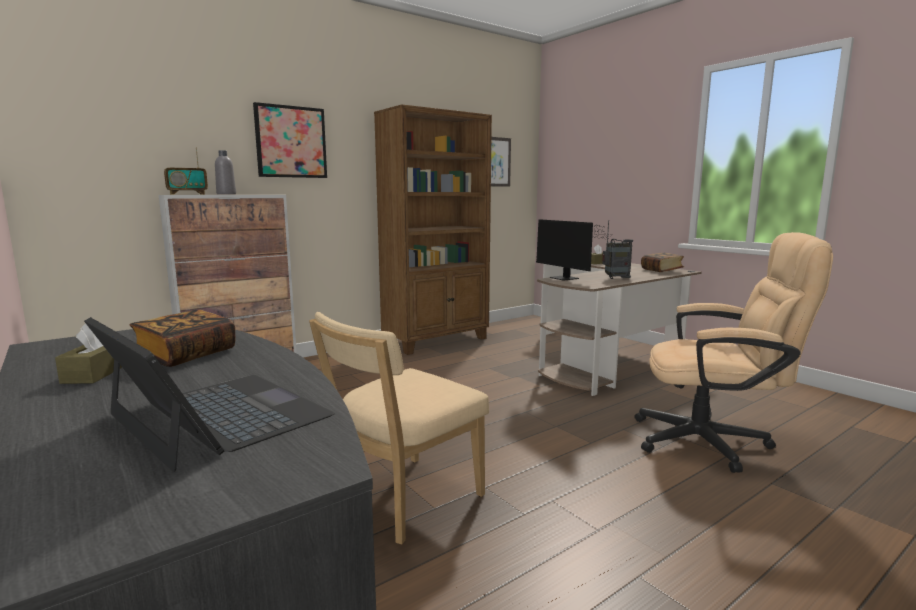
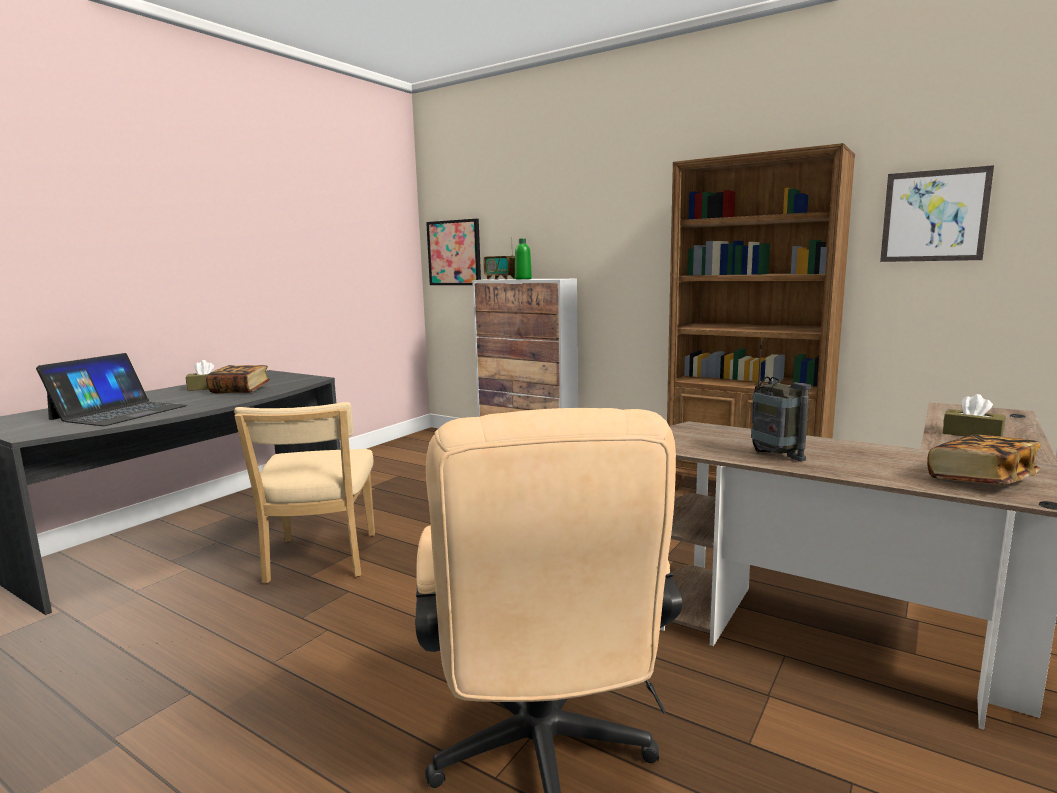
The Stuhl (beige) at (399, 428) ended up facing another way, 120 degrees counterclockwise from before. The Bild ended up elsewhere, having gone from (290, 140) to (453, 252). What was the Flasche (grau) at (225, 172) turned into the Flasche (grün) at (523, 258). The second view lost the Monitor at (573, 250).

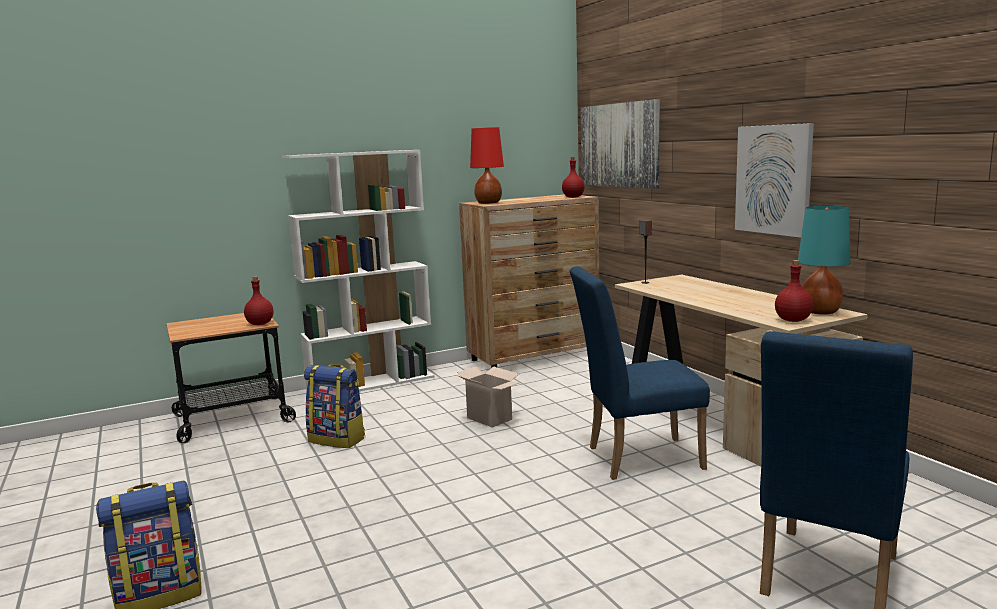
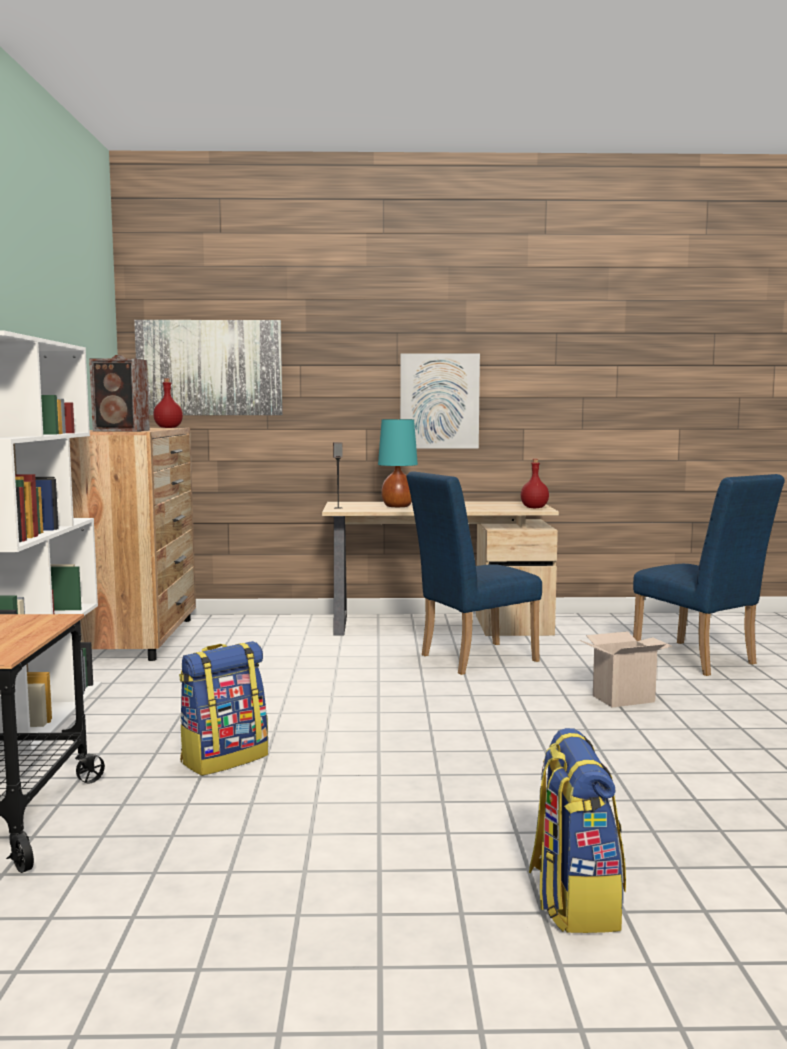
Where the Tischlampe (rot) stood at (487, 165), the Lautsprecher came to stand at (119, 393). The Tischlampe (türkis) ended up elsewhere, having gone from (824, 260) to (398, 463). The Stuhl (blau) at (639, 373) ended up facing another way, 45 degrees clockwise from before. The Karton ended up elsewhere, having gone from (488, 397) to (626, 669). The second view lost the Flasche (rot) at (258, 300).

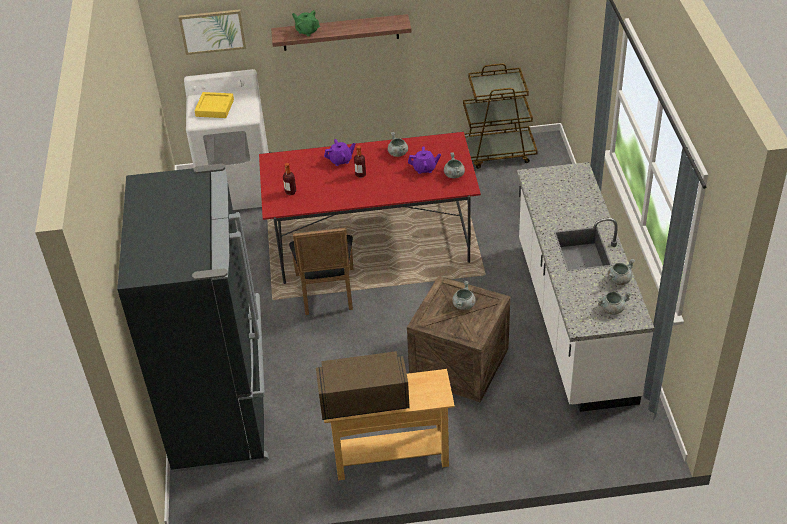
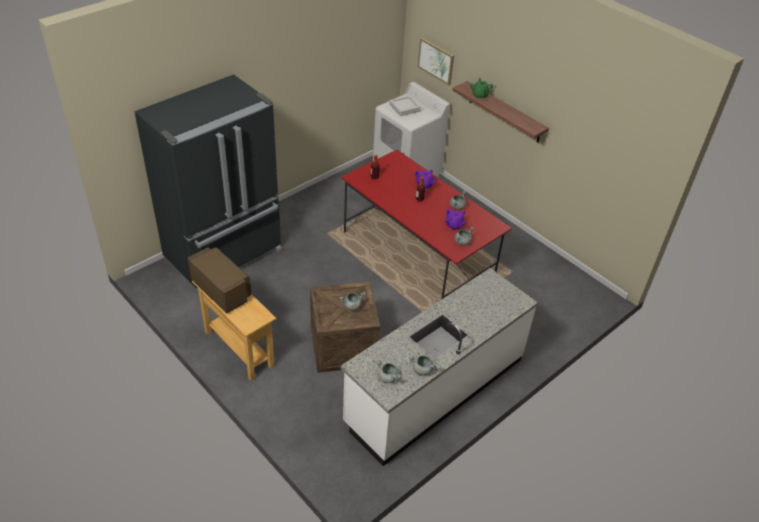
What was the Tablett (gelb) at (214, 105) turned into the Tablett (grau) at (405, 105). The second view lost the Stuhl (schwarz) at (321, 271). The second view lost the Rollwagen (braun) at (500, 116).

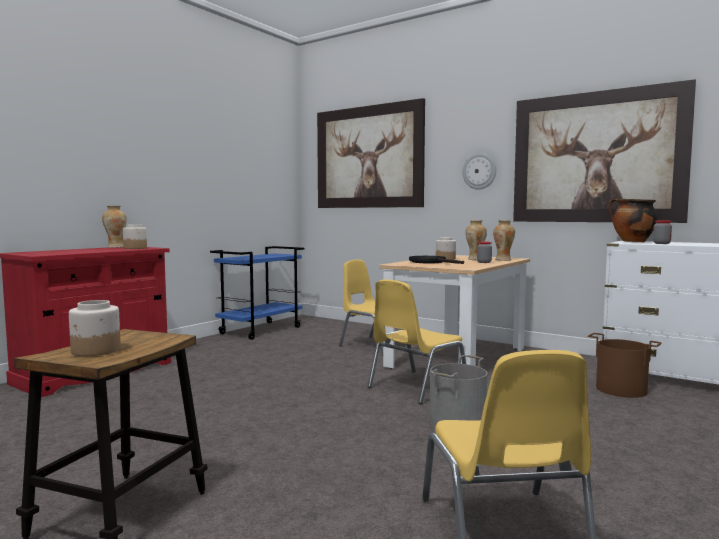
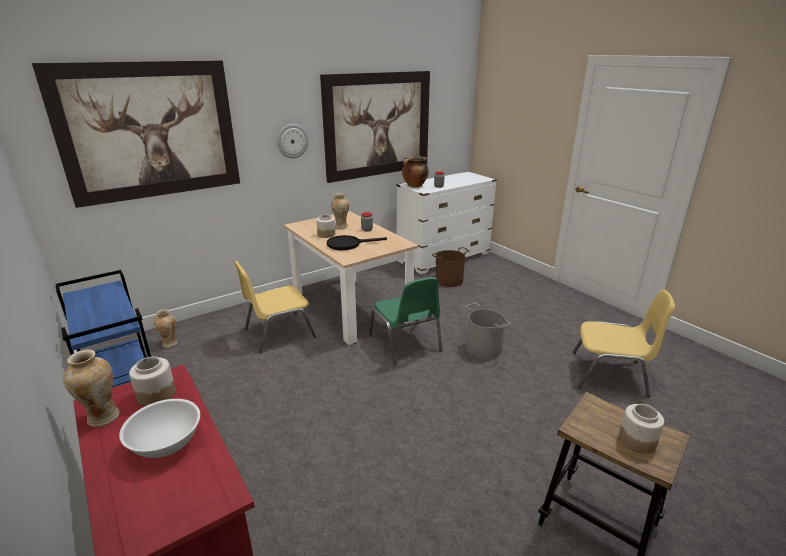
The second view gained the Schüssel (weiß) at (159, 428). The Vase ended up elsewhere, having gone from (504, 240) to (166, 328). What was the Stuhl (gelb) at (417, 342) turned into the Stuhl (grün) at (406, 321).

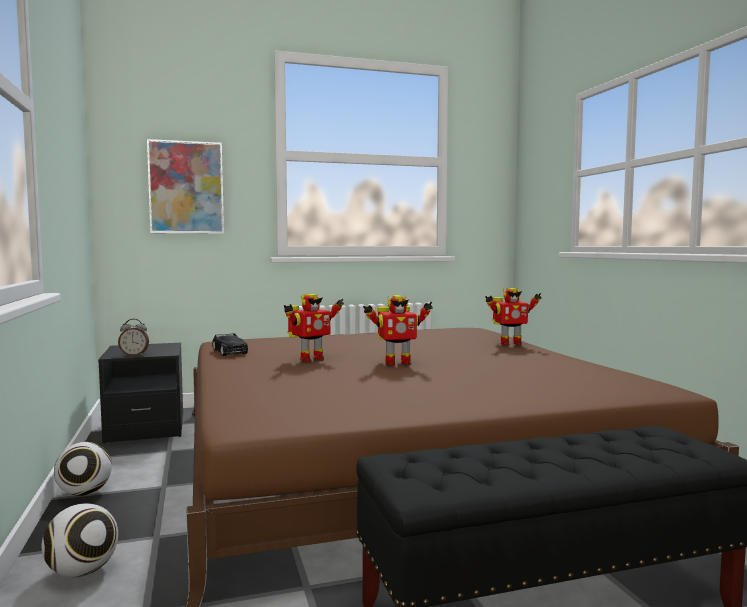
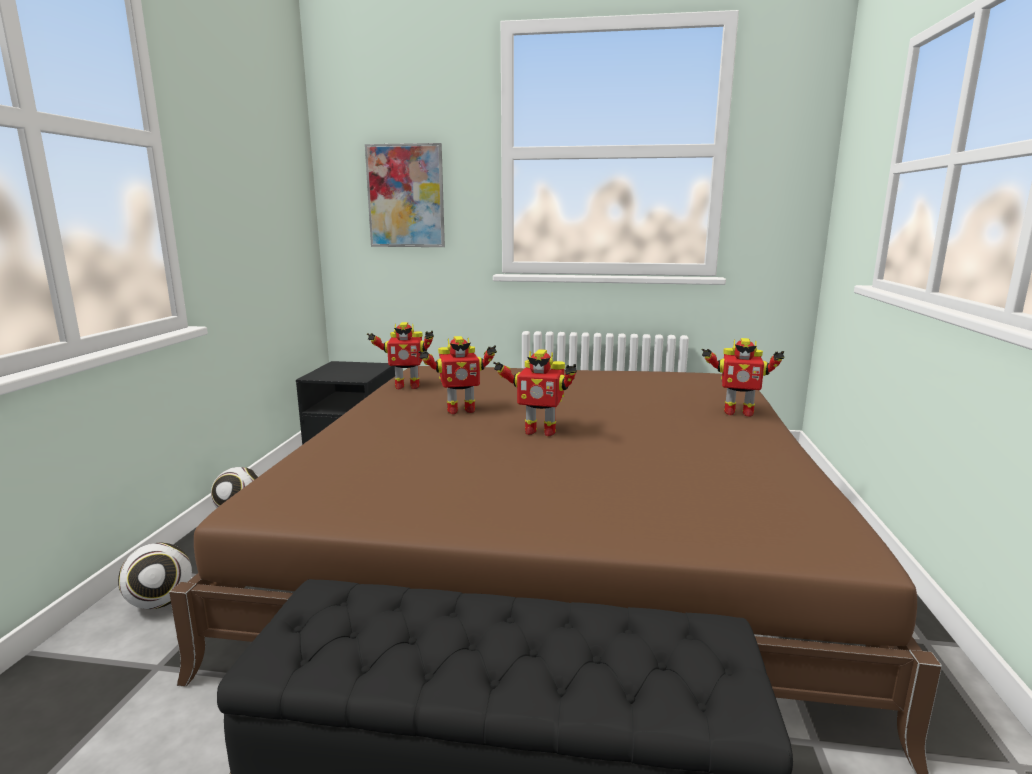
Where the Spielzeugauto (schwarz) stood at (230, 344), the Spielzeugroboter came to stand at (400, 355). The second view lost the Wecker at (133, 337).

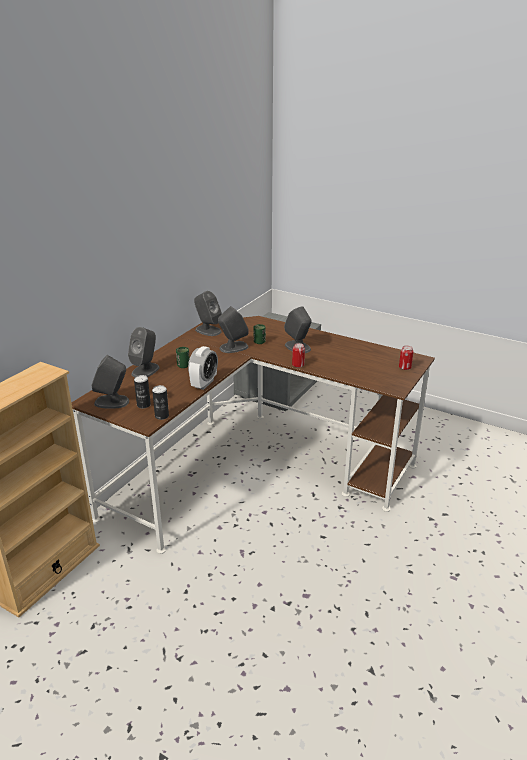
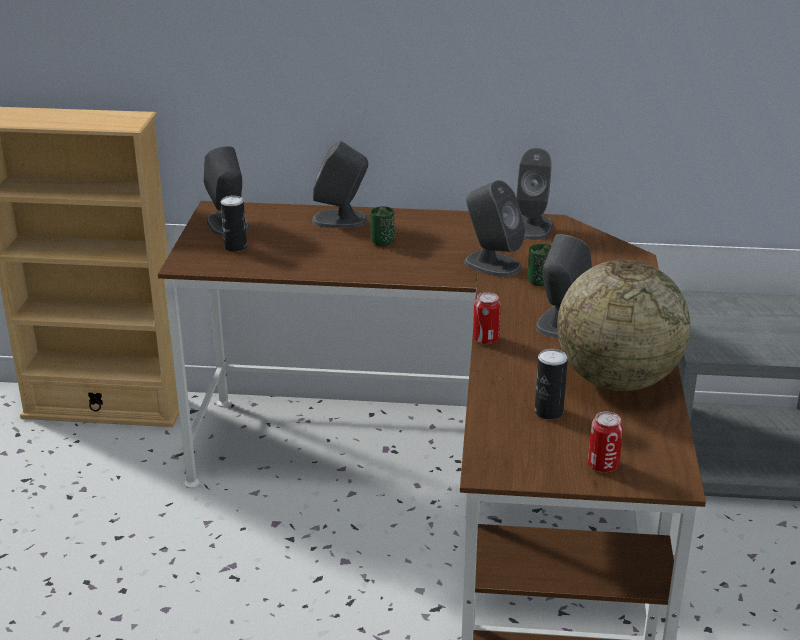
The Dose ended up elsewhere, having gone from (160, 402) to (551, 384). The second view gained the Globus at (623, 325). The second view lost the Wecker at (203, 368).

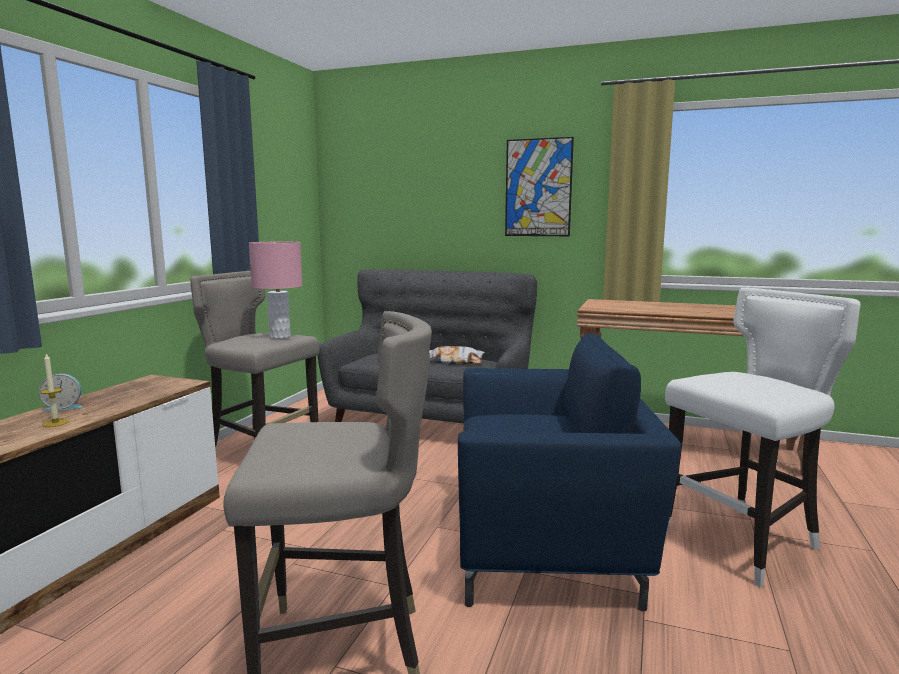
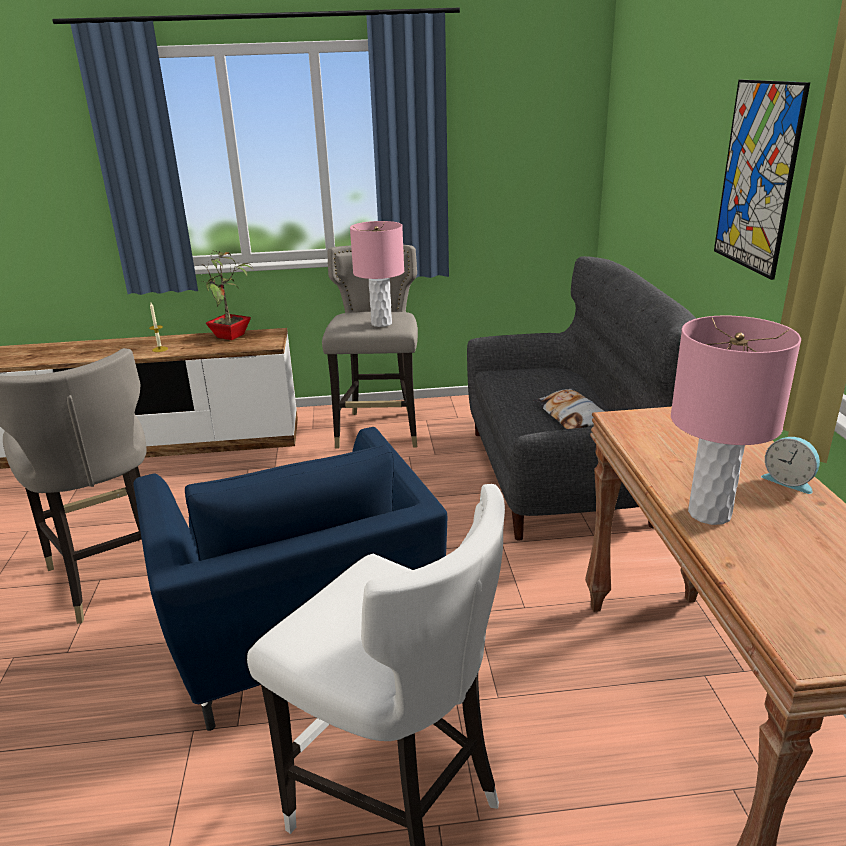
The second view gained the Topfpflanze at (228, 295). The second view gained the Tischlampe (rosa) at (736, 420). The Wecker ended up elsewhere, having gone from (61, 393) to (790, 465).

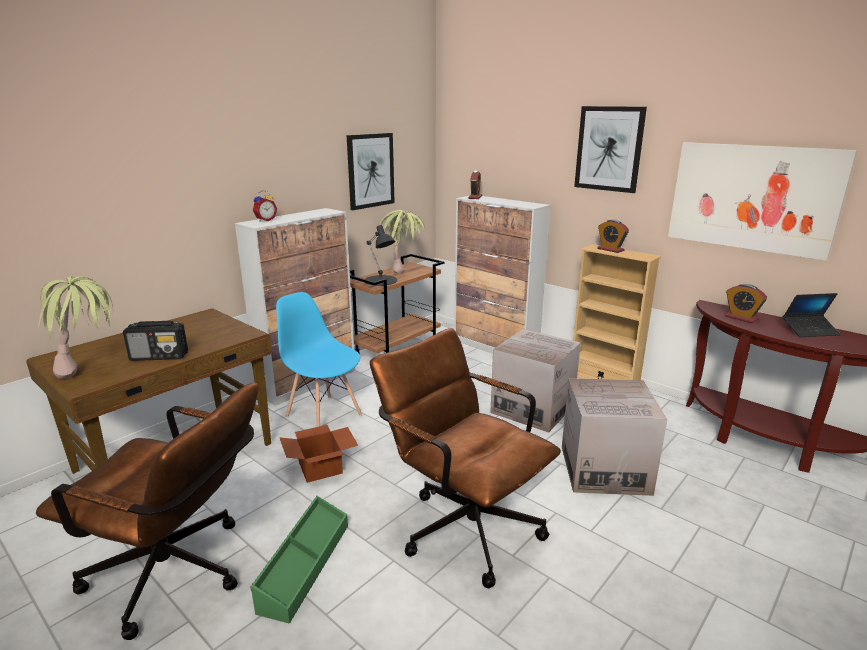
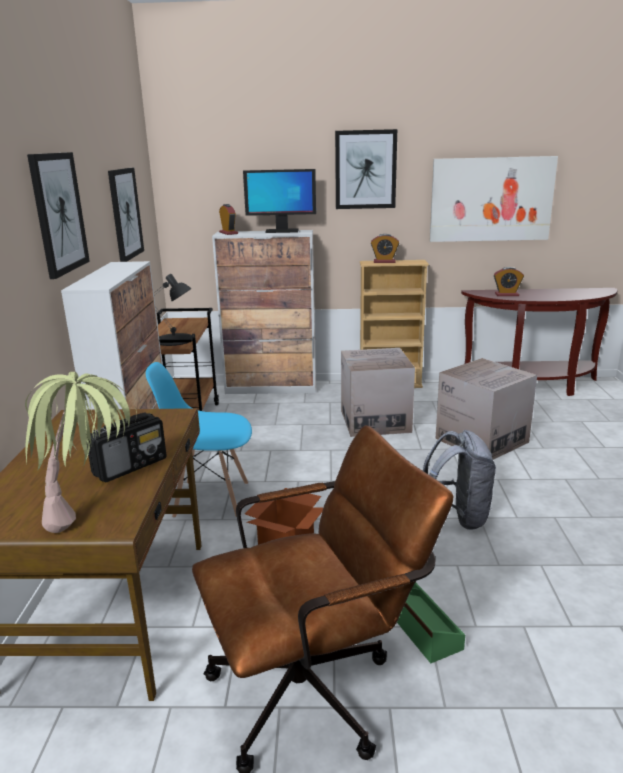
The second view gained the Bild at (58, 215). The second view gained the Monitor at (279, 201). Where the Bürostuhl (braun) stood at (465, 458), the Rucksack (grau) came to stand at (459, 480). The second view lost the Wecker at (265, 206). The second view lost the Topfpflanze at (402, 242). The second view lost the Laptop at (812, 315).

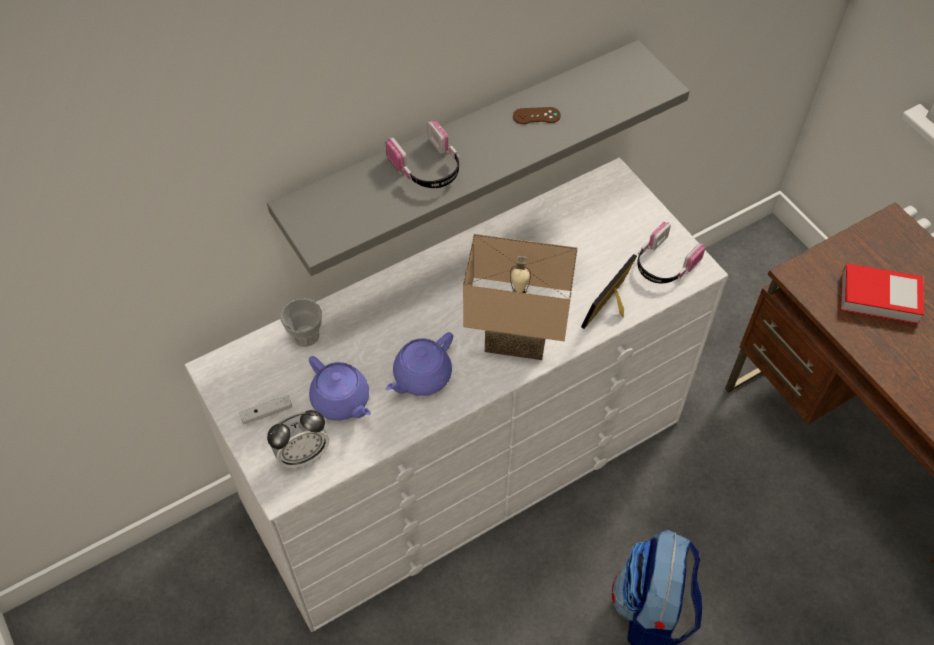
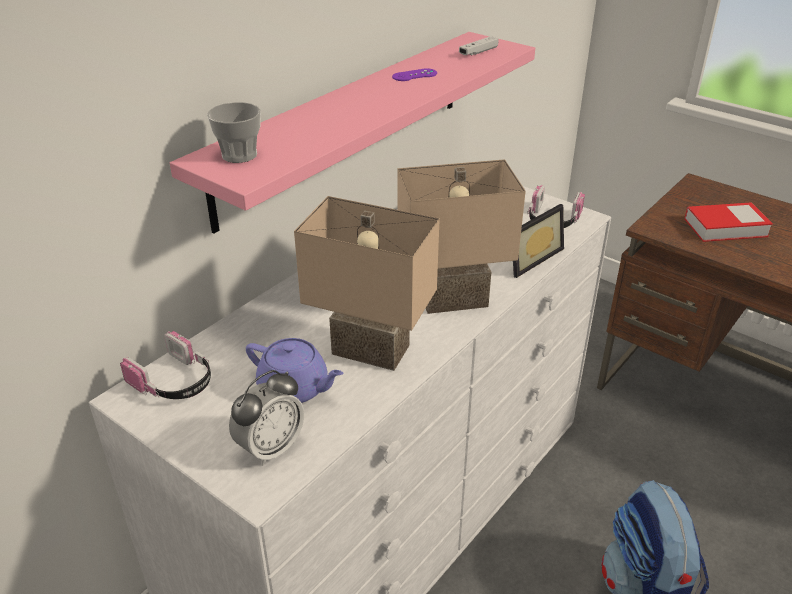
The Kopfhörer ended up elsewhere, having gone from (422, 154) to (165, 365). What was the Wandregal (grau) at (478, 158) turned into the Wandregal (rosa) at (352, 133). The Tasse ended up elsewhere, having gone from (301, 323) to (234, 132). Where the Teekanne (lila) stood at (419, 364), the Tischlampe (beige) came to stand at (367, 283). What was the Gamepad (braun) at (537, 115) turned into the Gamepad (lila) at (414, 74). The Gamepad (weiß) ended up elsewhere, having gone from (265, 409) to (479, 46). The Bilderrahmen at (609, 291) ended up facing another way, 150 degrees counterclockwise from before.

